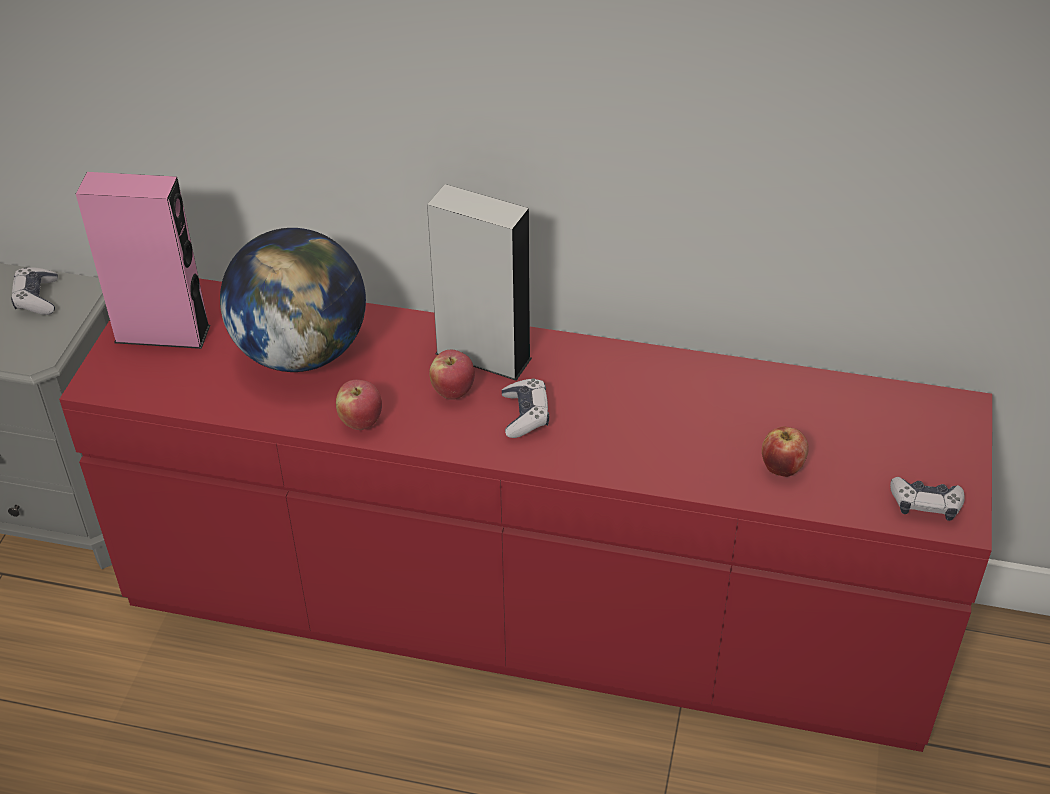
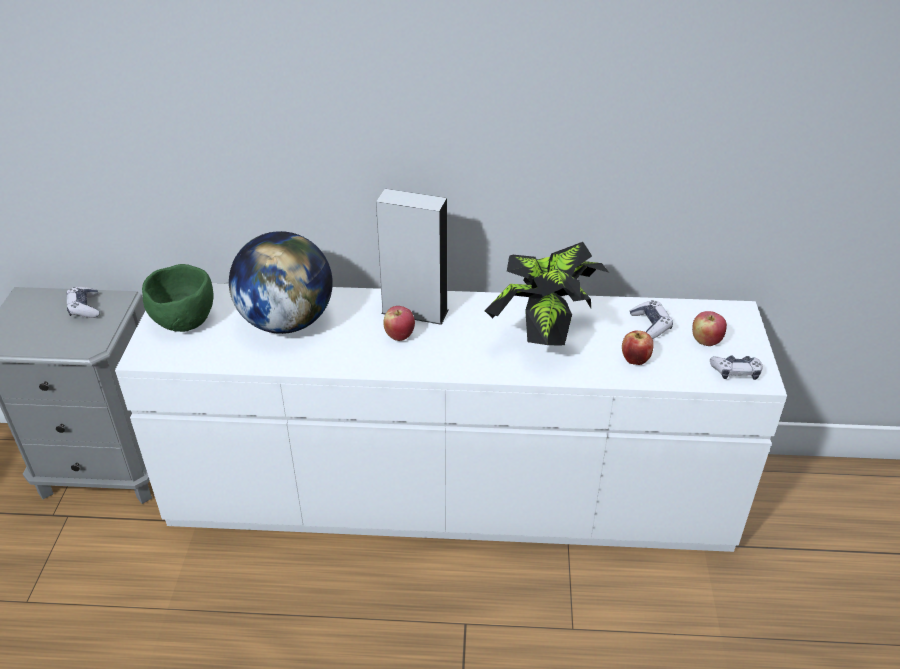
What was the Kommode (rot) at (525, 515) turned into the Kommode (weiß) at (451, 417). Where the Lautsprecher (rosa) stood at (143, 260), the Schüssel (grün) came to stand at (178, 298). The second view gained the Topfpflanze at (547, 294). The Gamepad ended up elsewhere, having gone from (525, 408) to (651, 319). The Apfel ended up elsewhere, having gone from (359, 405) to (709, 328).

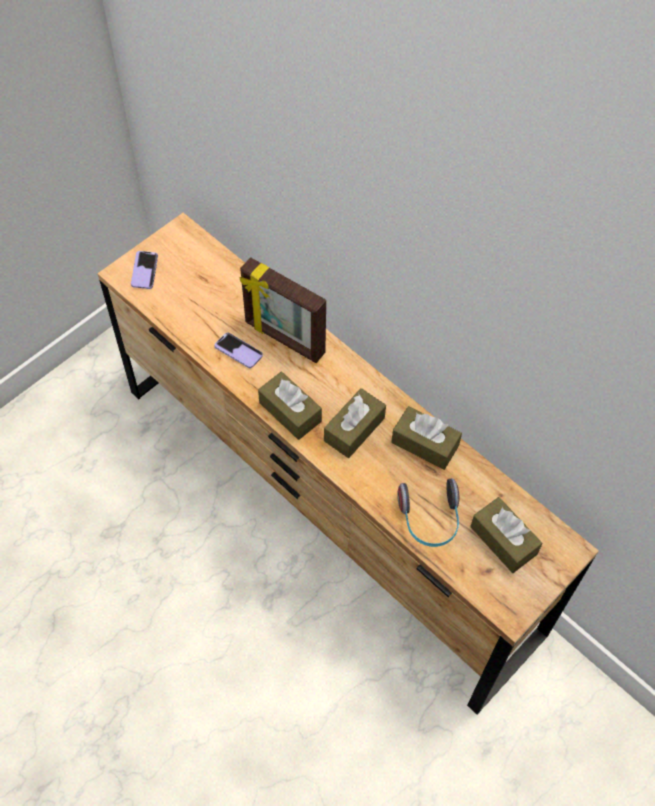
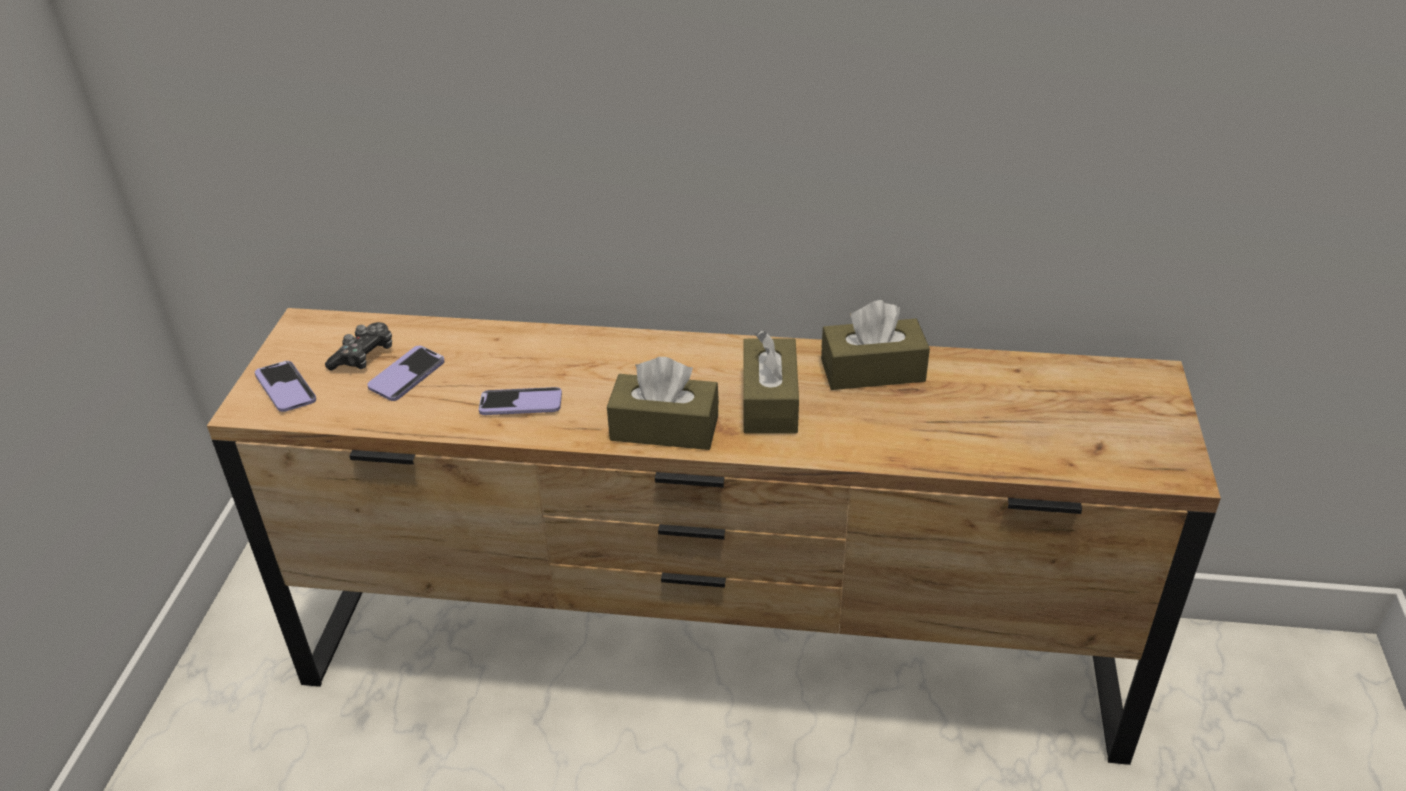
The second view gained the Gamepad at (358, 346). The second view gained the Handy at (406, 373). The second view lost the Bilderrahmen at (282, 310). The second view lost the Kopfhörer at (428, 512). The second view lost the Taschentuchbox (braun) at (506, 535).

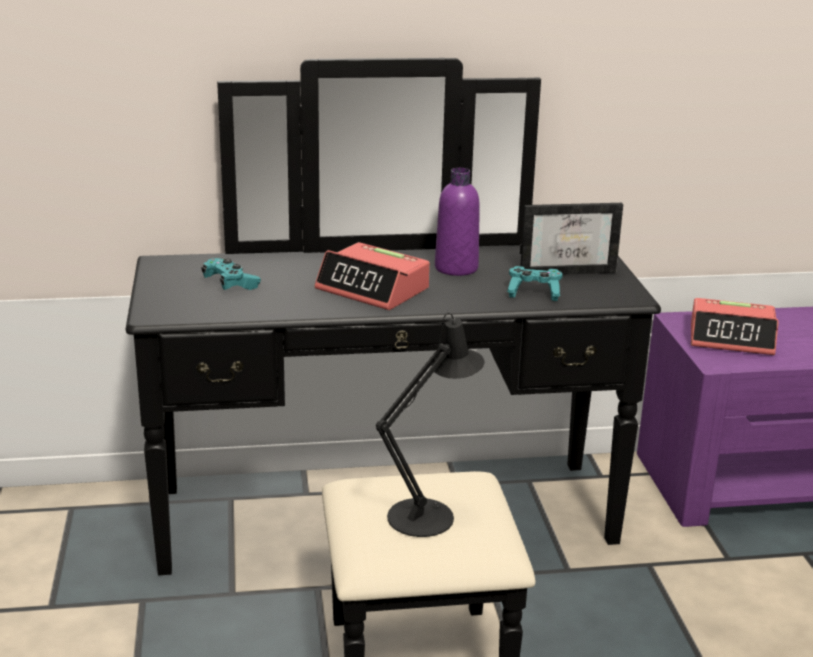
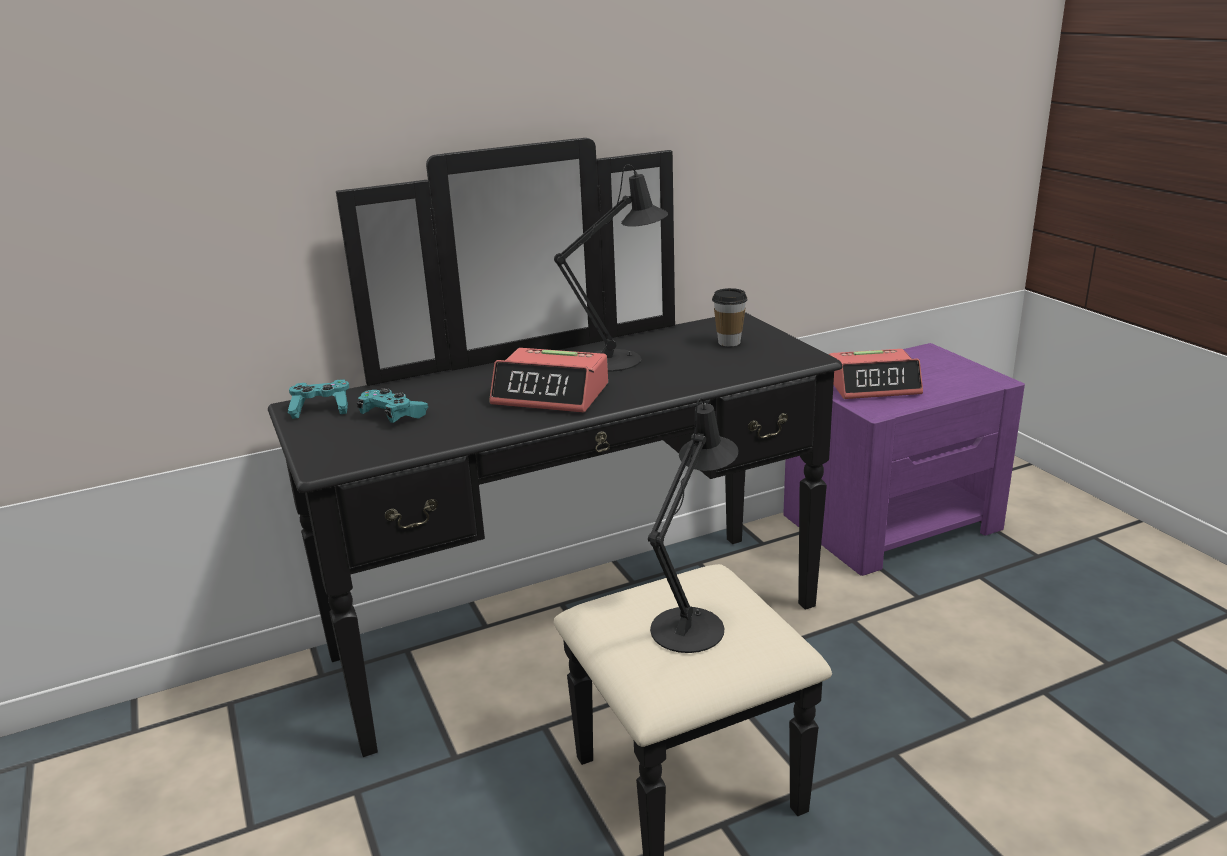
The Gamepad (türkis) ended up elsewhere, having gone from (535, 283) to (318, 399). Where the Flasche (lila) stood at (457, 222), the Tischlampe (schwarz) came to stand at (611, 268). Where the Bilderrahmen stood at (571, 239), the Tasse came to stand at (730, 317).

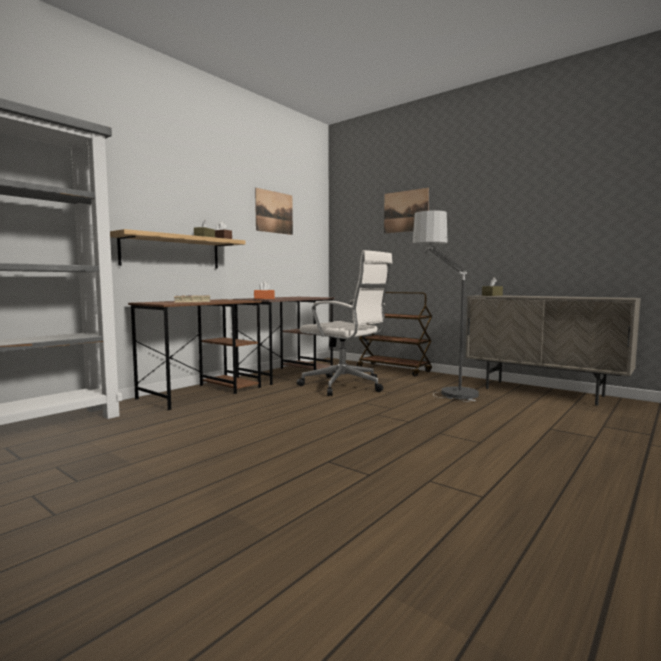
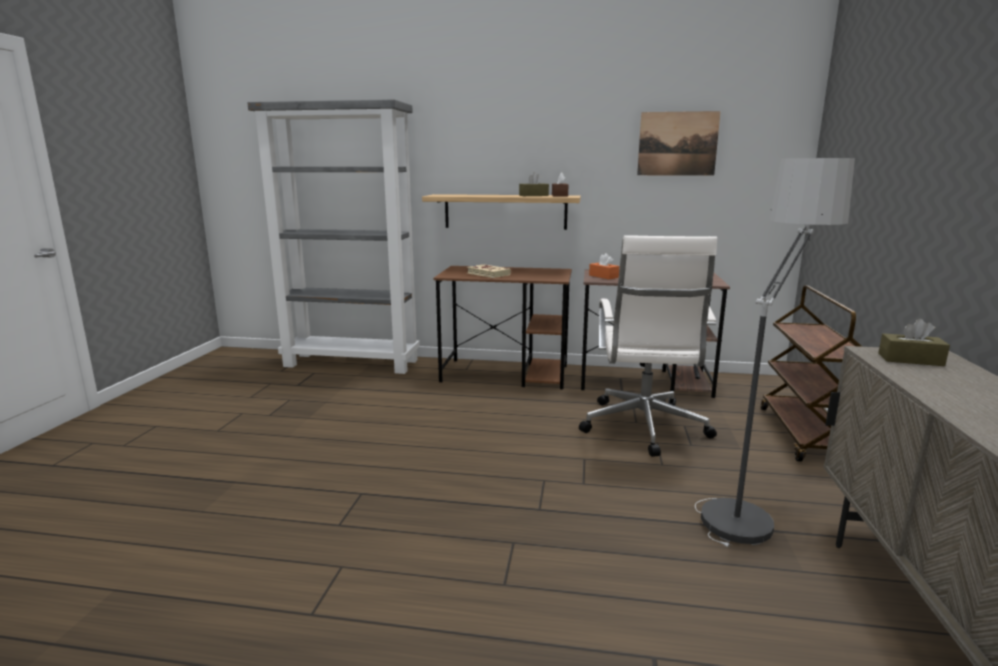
The second view lost the Bild at (406, 210).

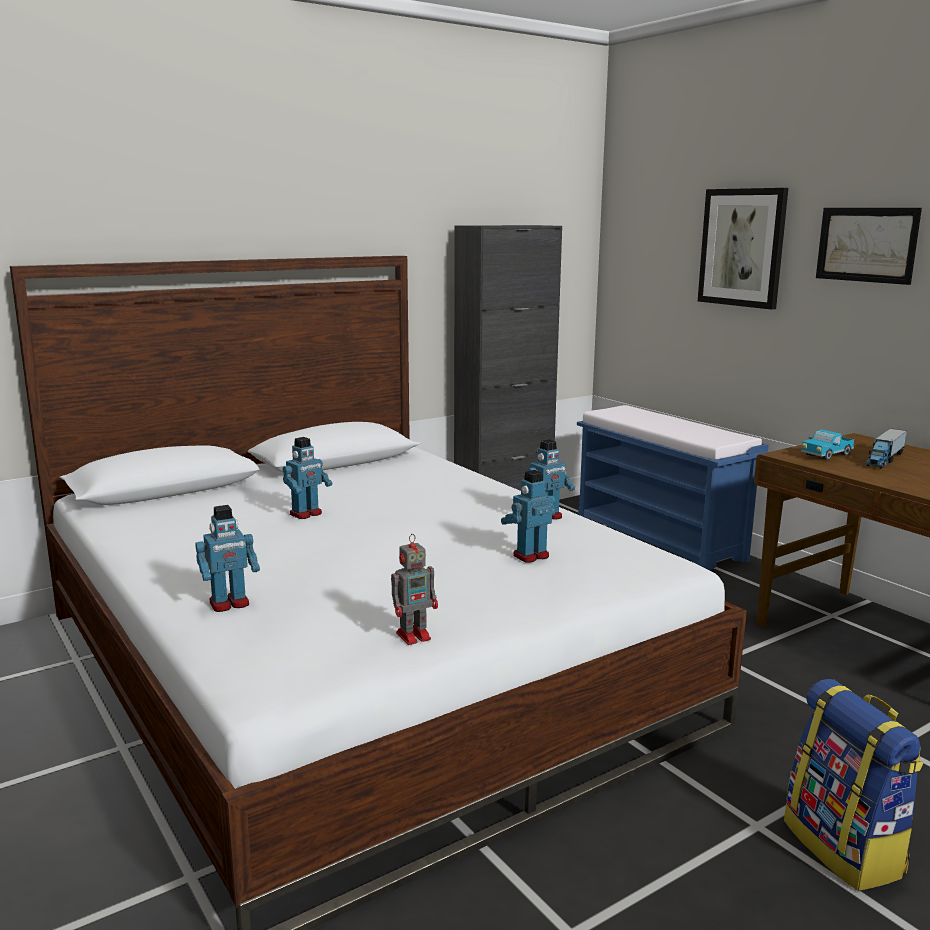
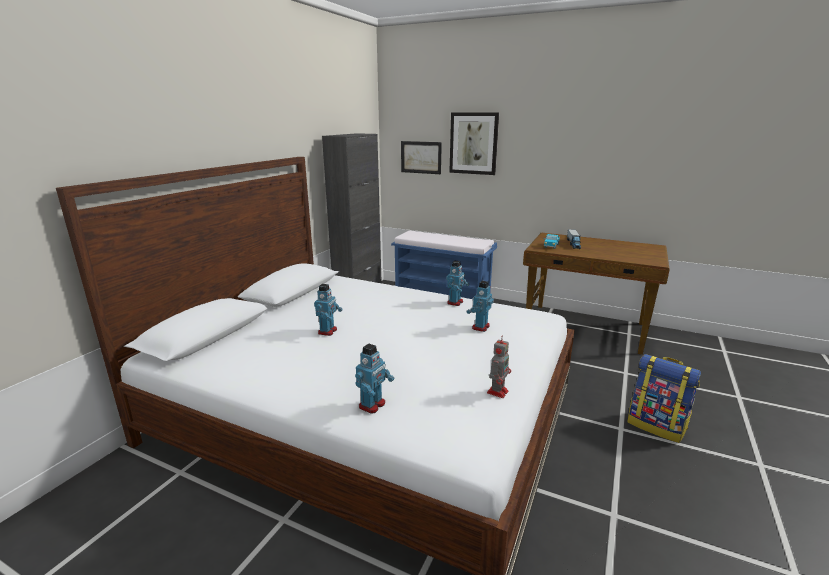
The Bild ended up elsewhere, having gone from (869, 246) to (421, 157).

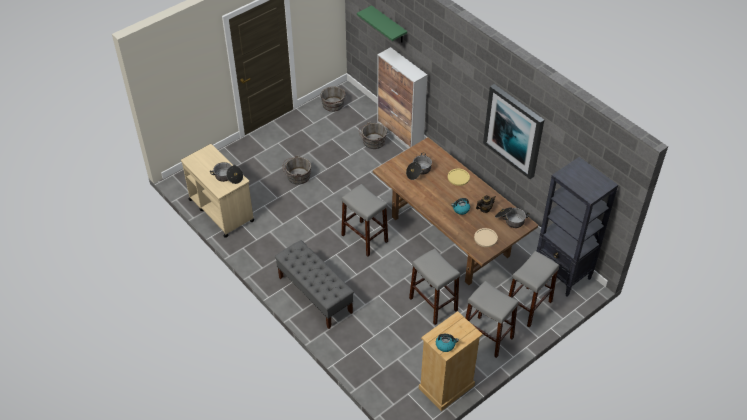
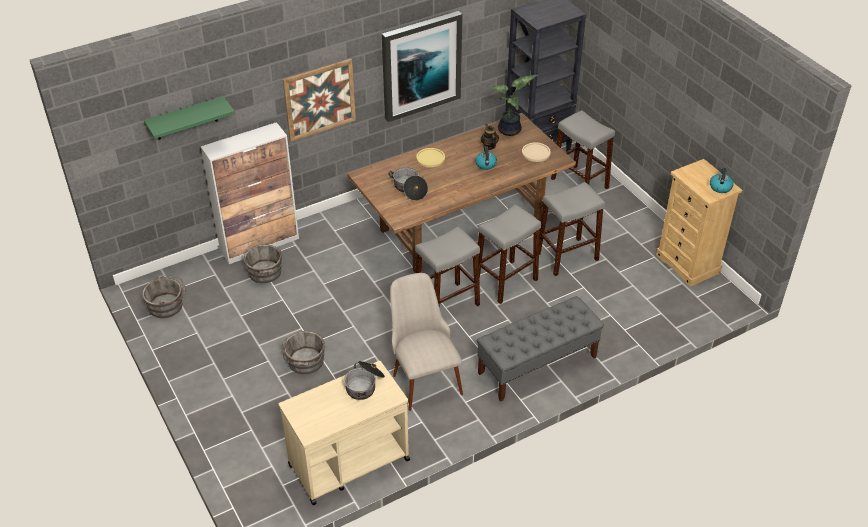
The second view gained the Bild at (319, 100). The second view gained the Stuhl (beige) at (426, 342). The Hocker (grau) ended up elsewhere, having gone from (492, 319) to (509, 254). Where the Kochtopf stood at (512, 217), the Topfpflanze came to stand at (514, 105).

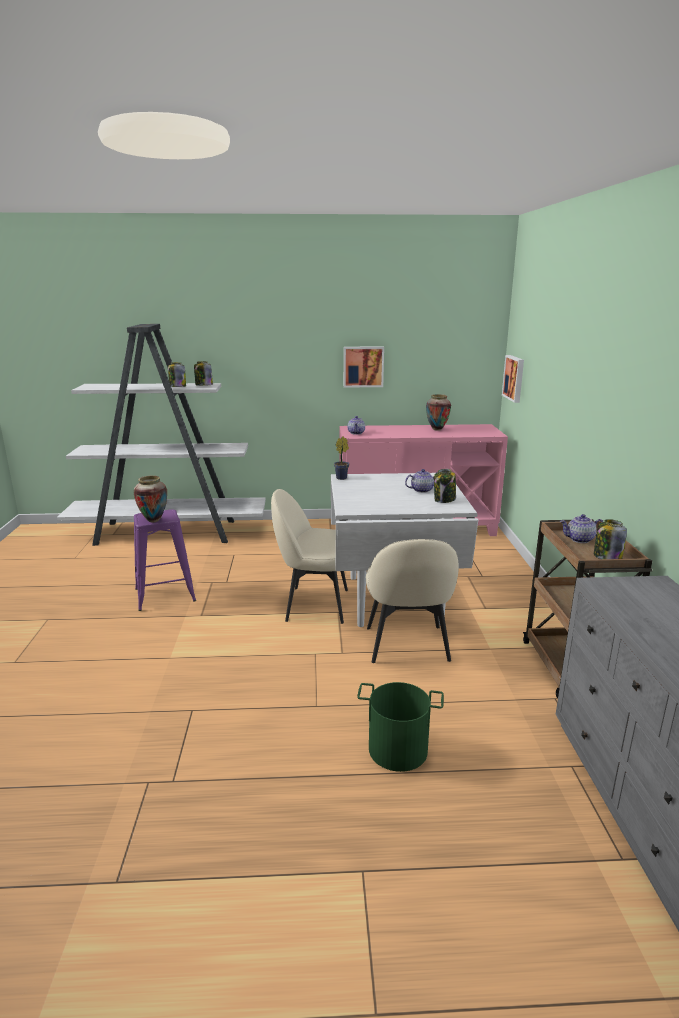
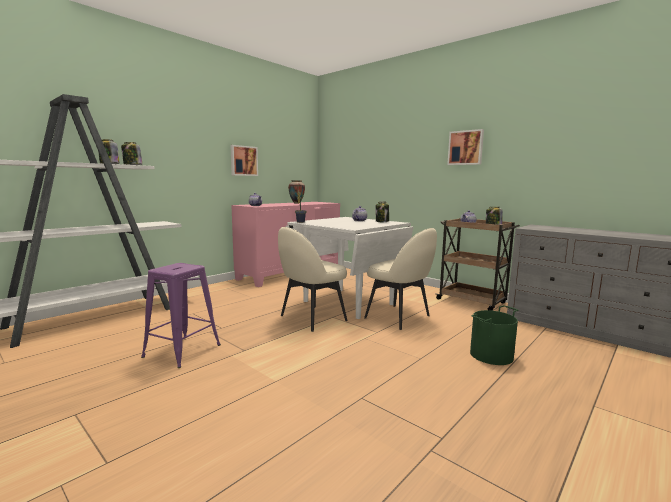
The Bild ended up elsewhere, having gone from (513, 379) to (465, 147). The second view lost the Vase at (150, 499).

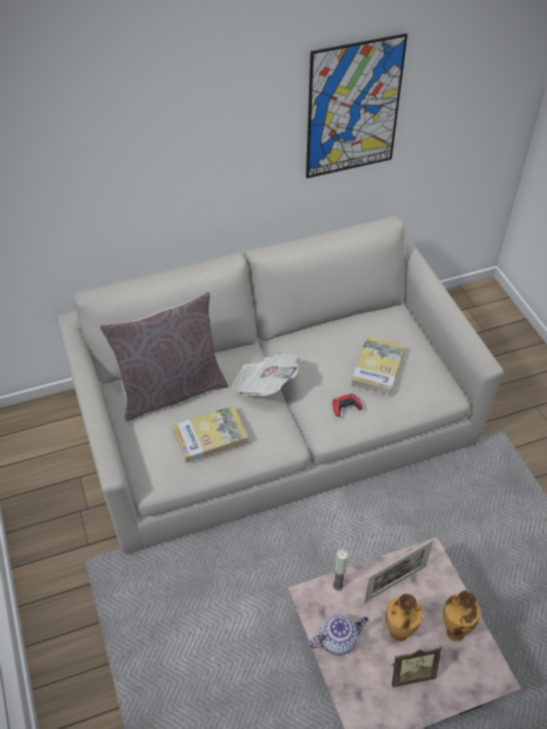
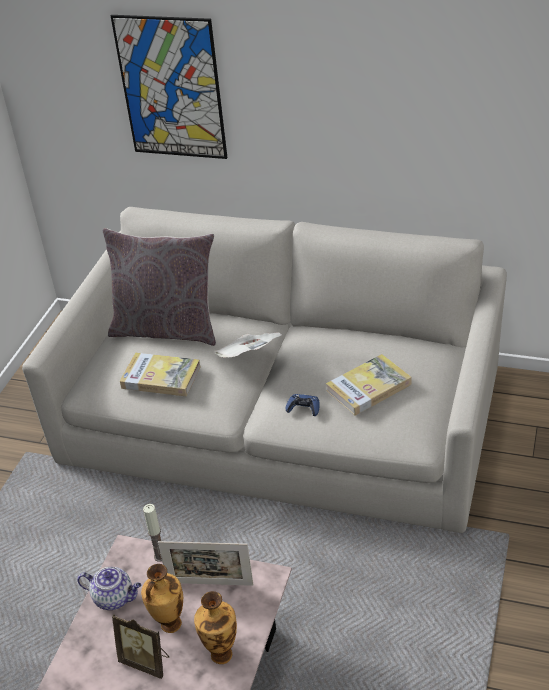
The Bild ended up elsewhere, having gone from (357, 105) to (169, 87). What was the Gamepad (rot) at (347, 405) turned into the Gamepad (blau) at (302, 405).

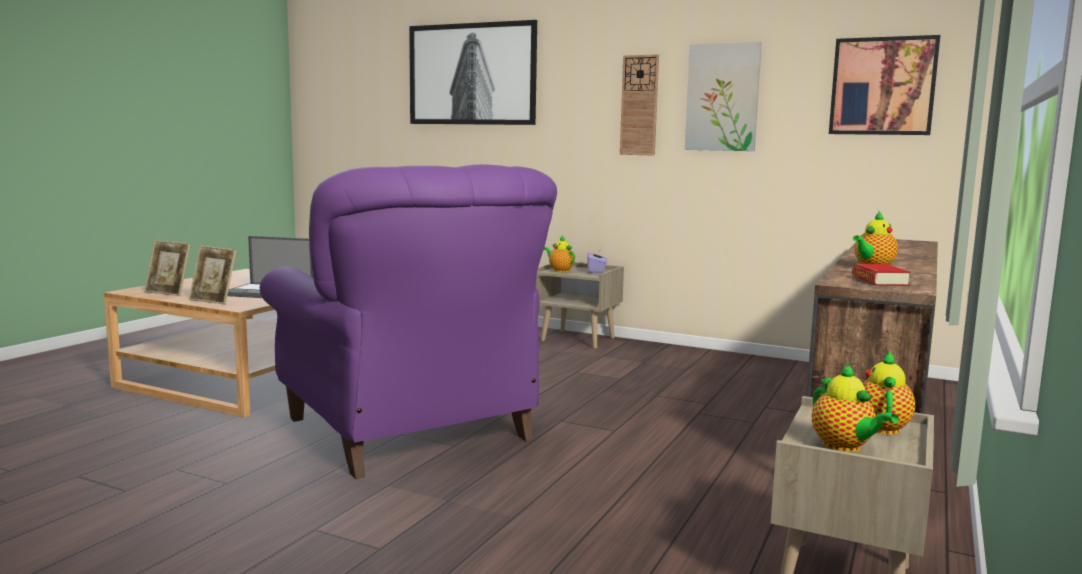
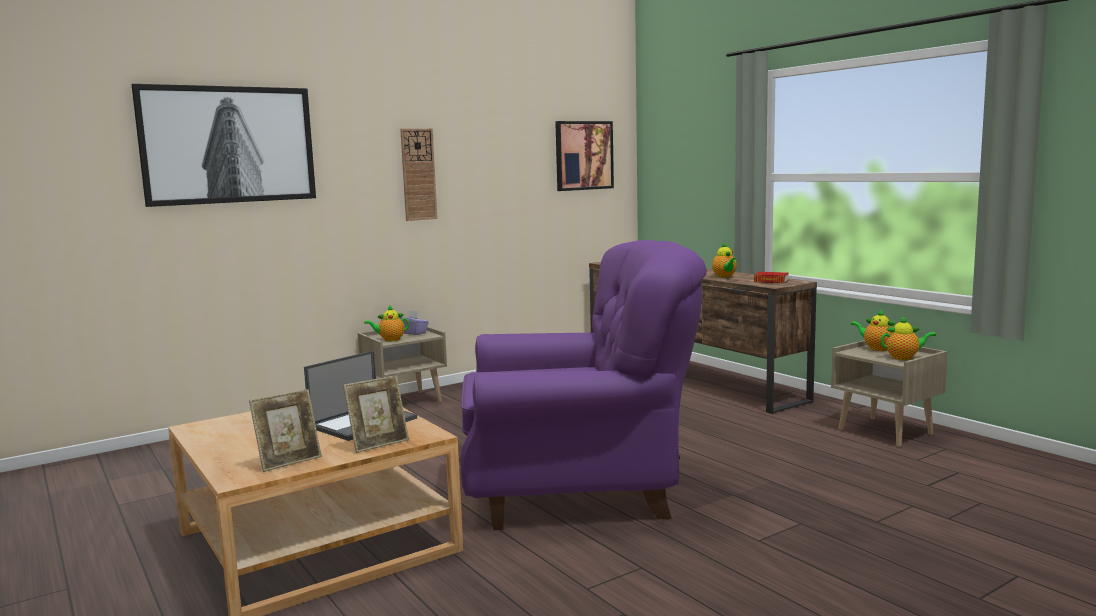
The second view lost the Bild at (723, 96).

